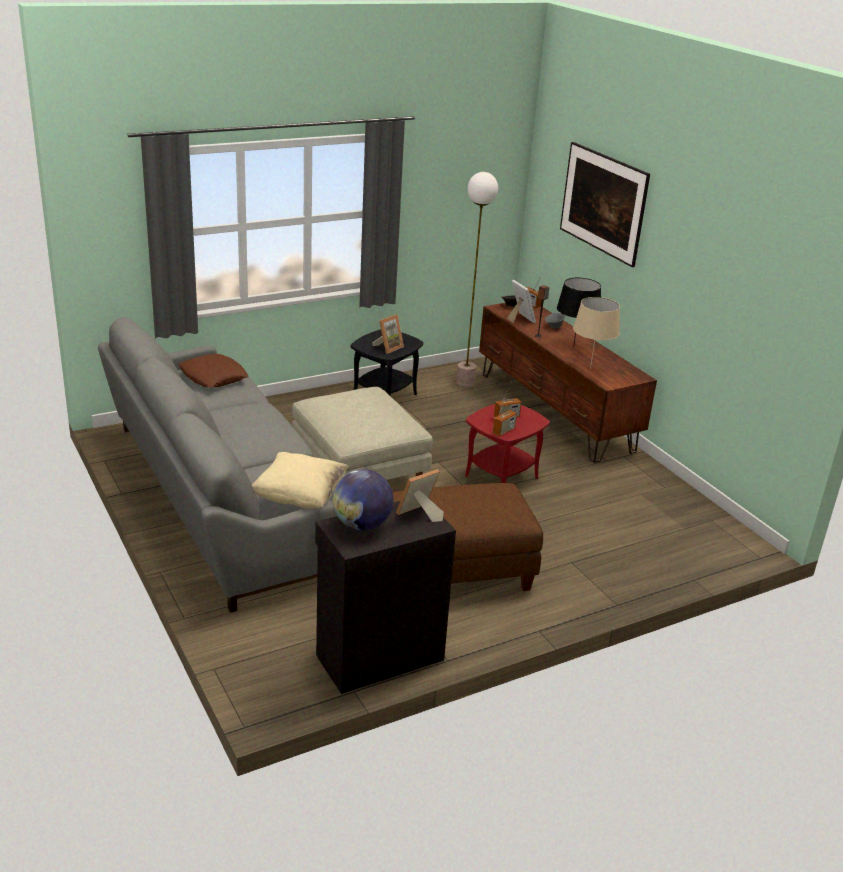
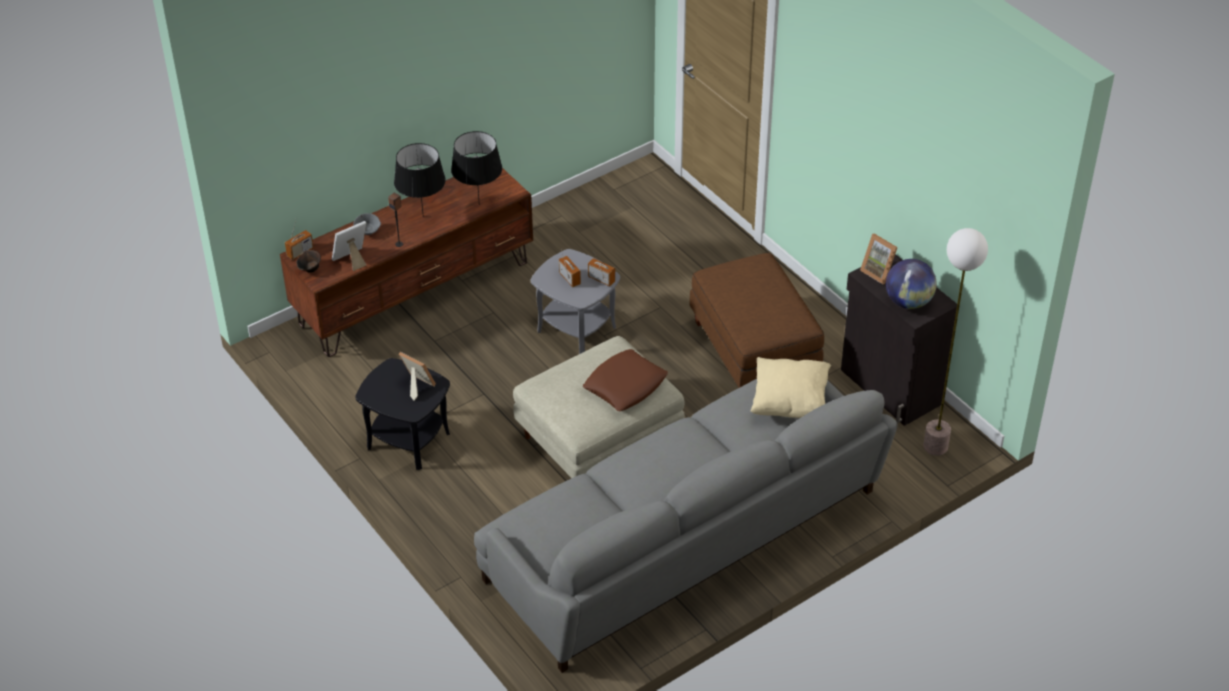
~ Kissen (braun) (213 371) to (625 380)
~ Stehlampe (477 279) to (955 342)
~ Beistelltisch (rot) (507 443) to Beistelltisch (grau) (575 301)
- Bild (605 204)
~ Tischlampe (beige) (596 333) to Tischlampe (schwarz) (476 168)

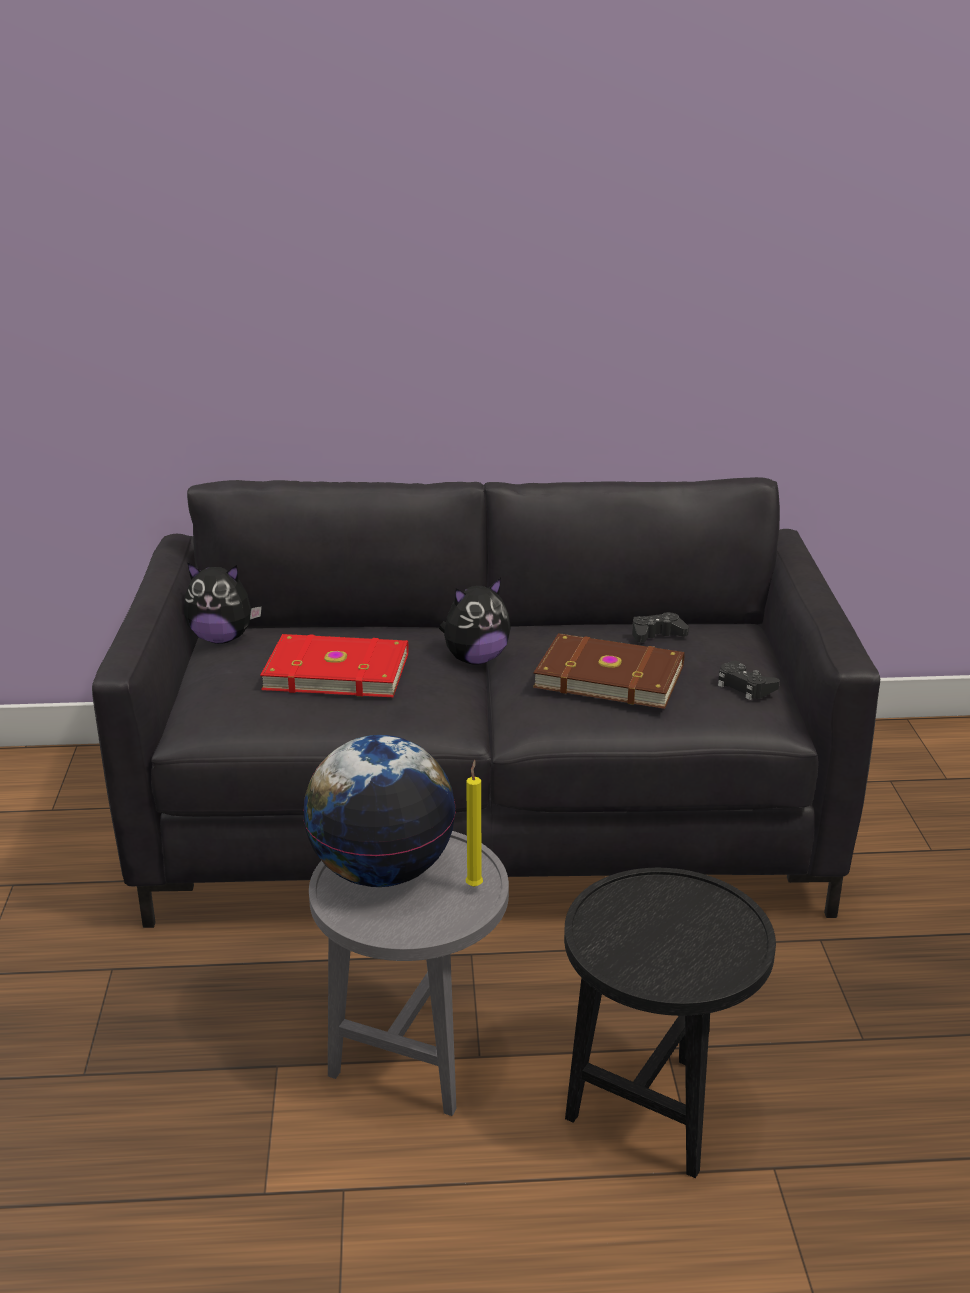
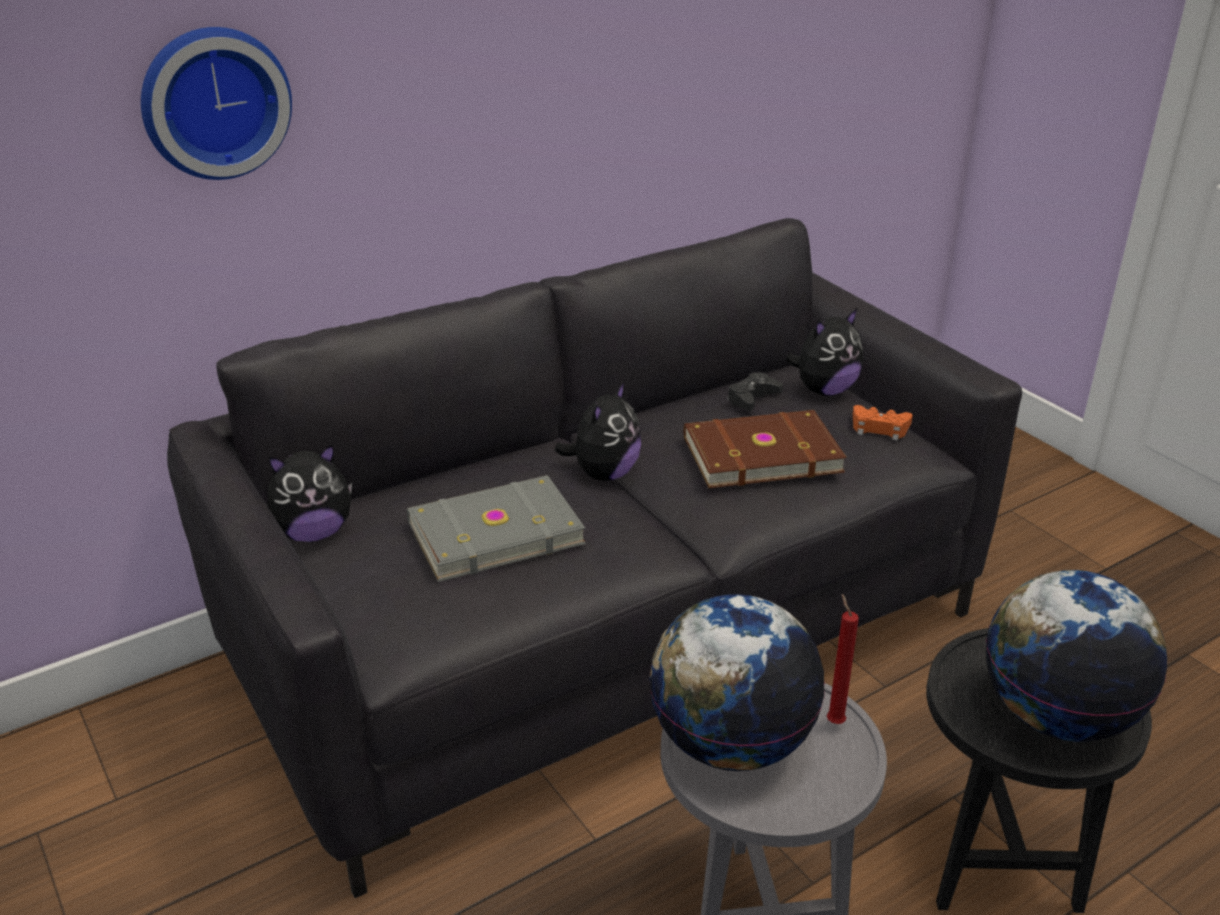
~ Buch (rot) (334 665) to Buch (grau) (496 528)
~ Kerze (gelb) (474 823) to Kerze (rot) (843 659)
~ Gamepad (schwarz) (749 680) to Gamepad (orange) (883 423)
+ Wanduhr (216 103)
+ Plüschtier (824 352)
+ Globus (1076 656)

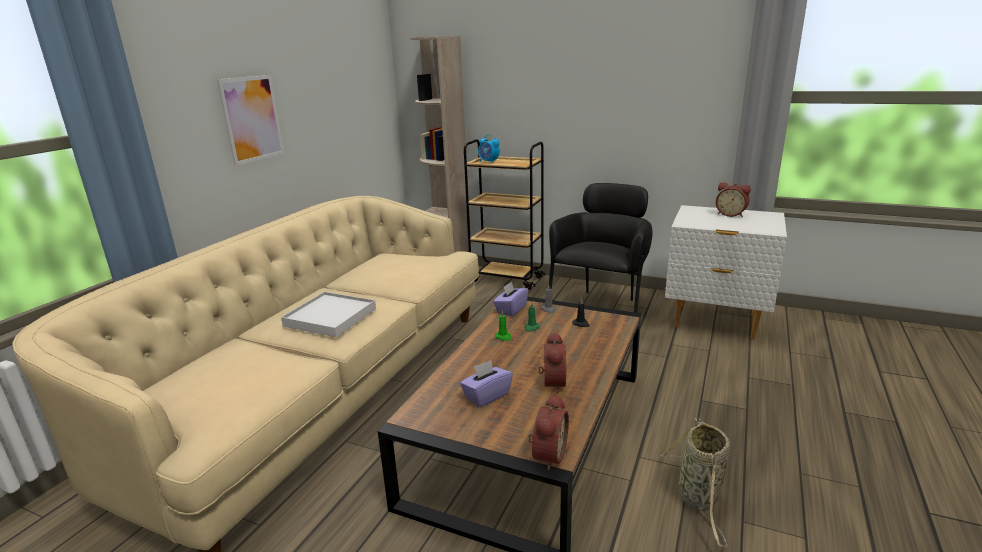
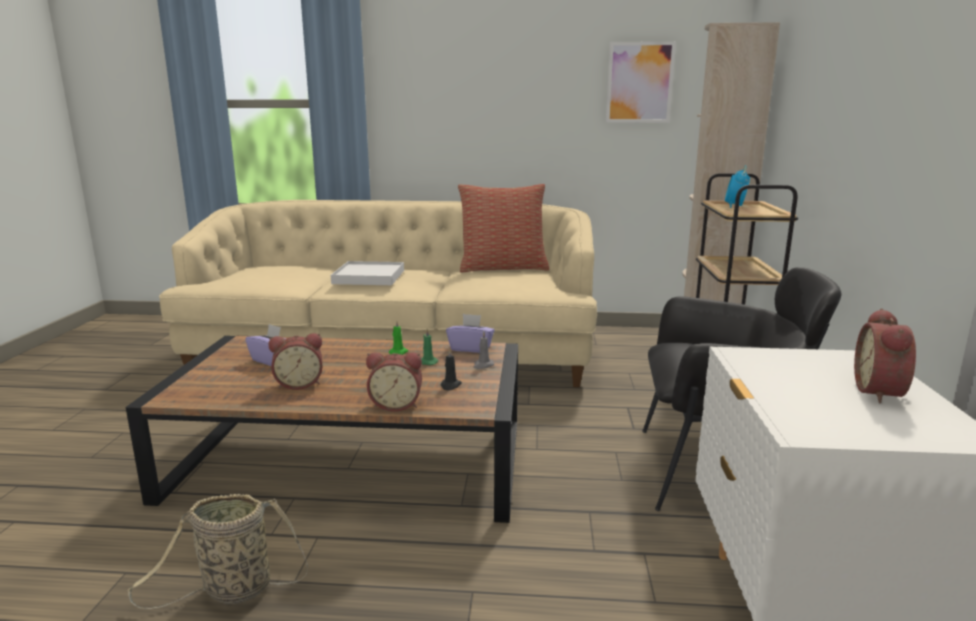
~ Bild (250 120) to (641 82)
~ Wecker (548 432) to (394 381)
+ Kissen (503 228)

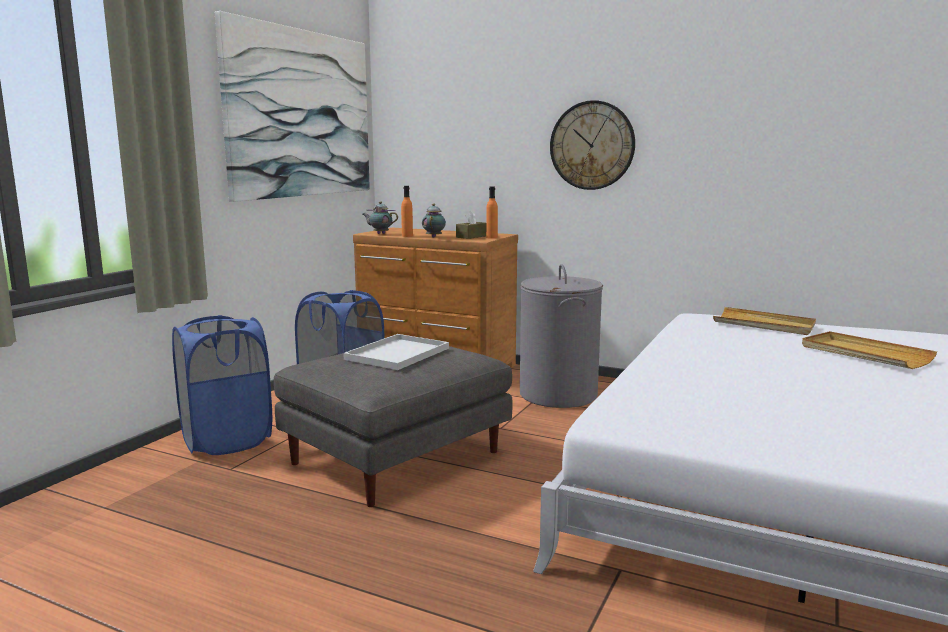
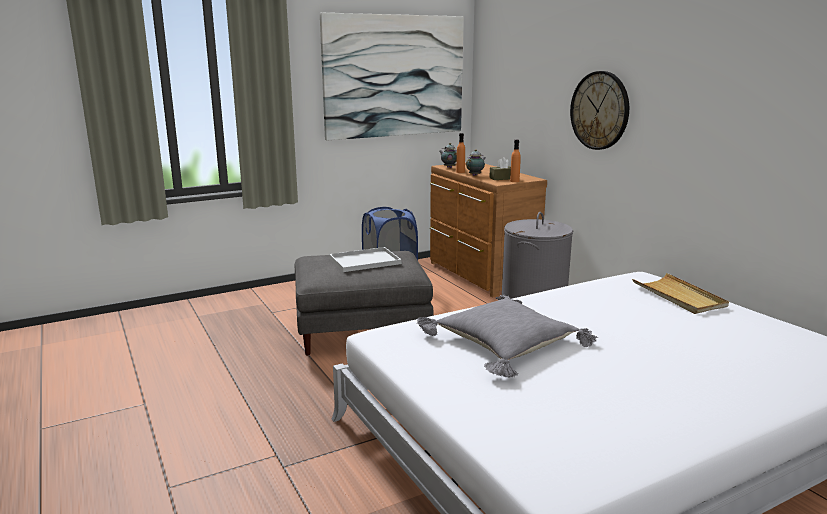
- Wäschekorb (blau) (222 385)
- Tablett (beige) (869 350)
+ Kissen (grau) (507 336)

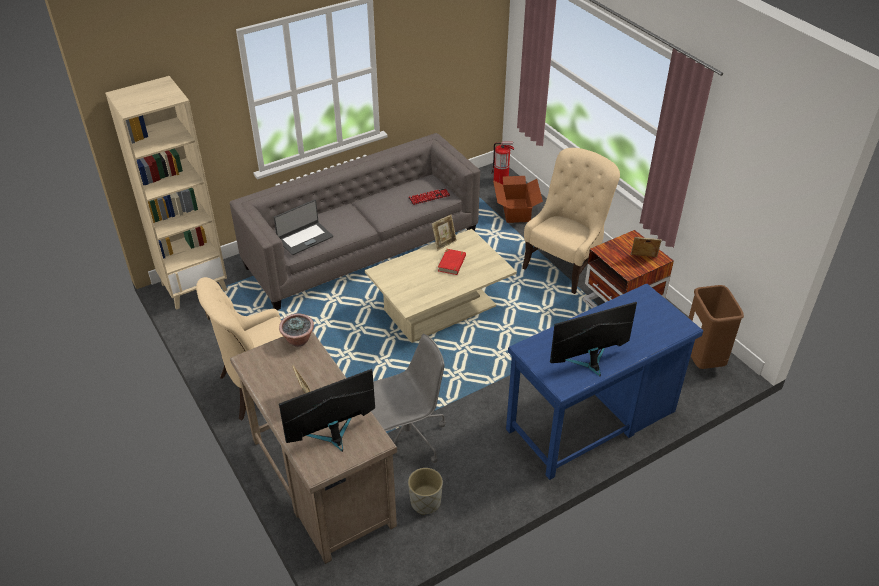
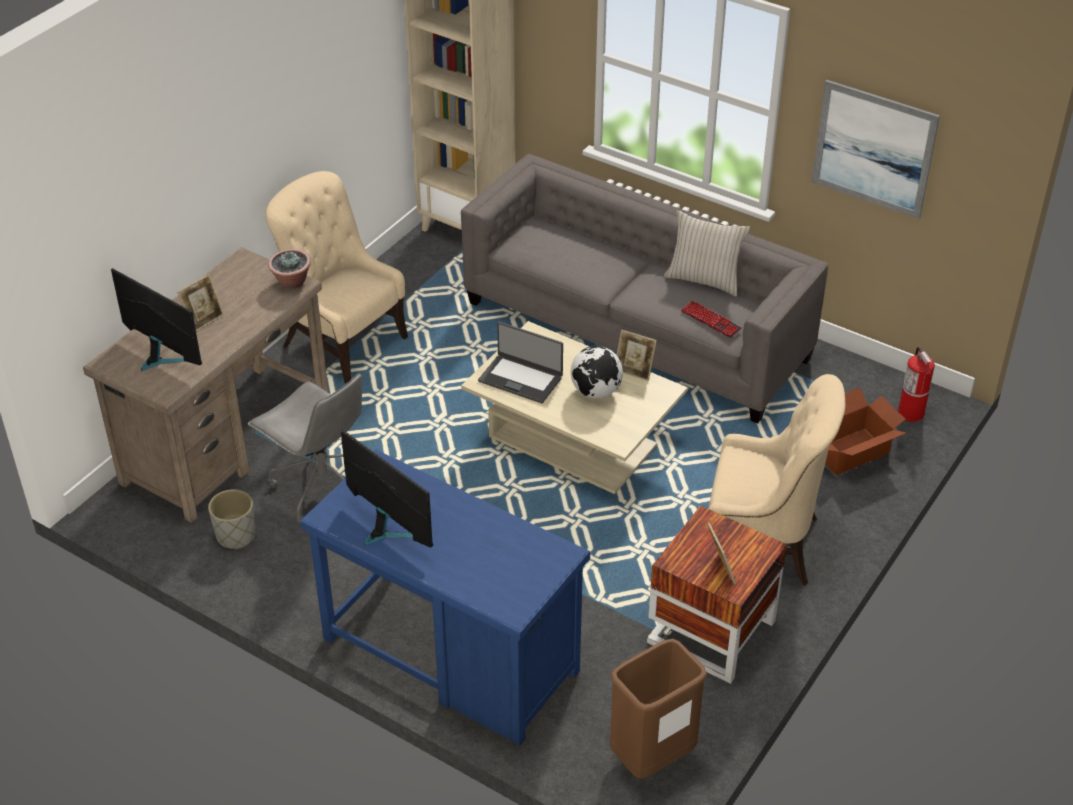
~ Laptop (303 227) to (520 362)
~ Buch (rot) (452 262) to Globus (596 372)
+ Kissen (beige) (707 253)
+ Bild (876 149)

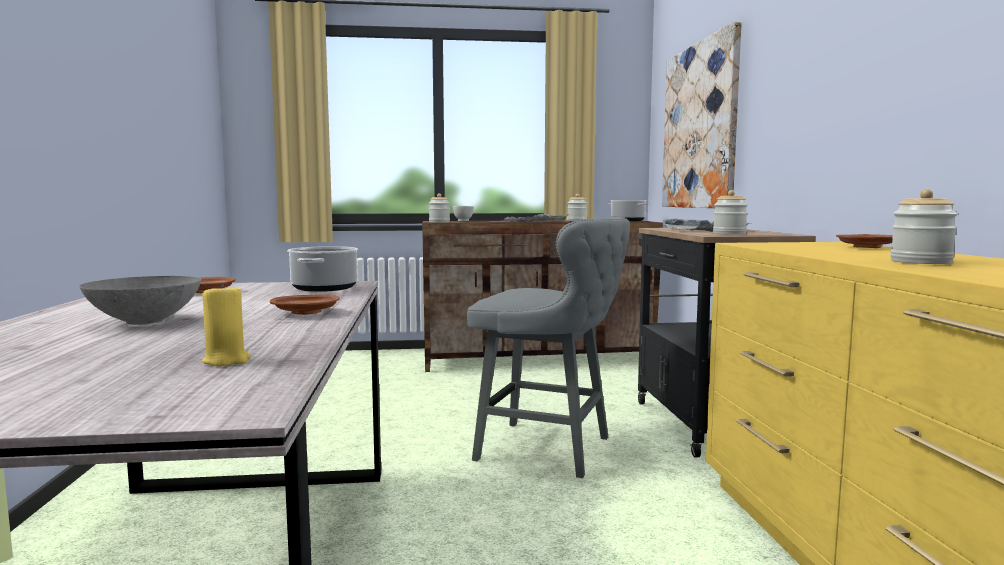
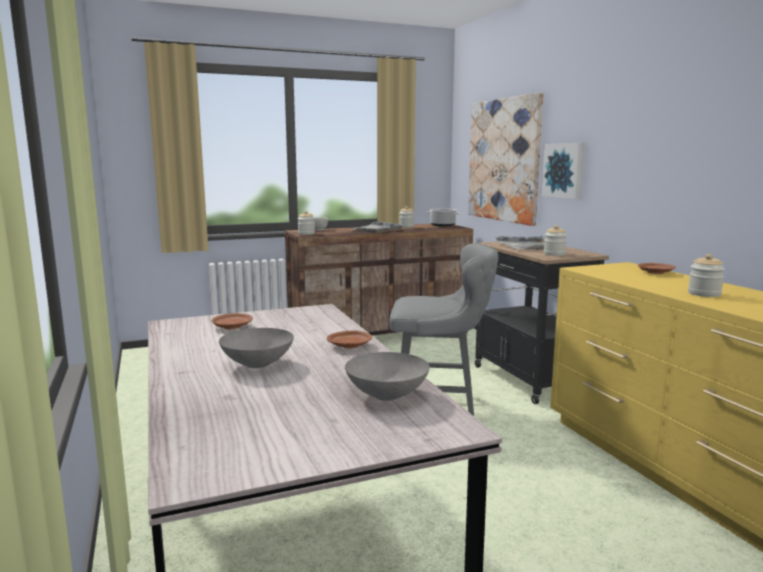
~ Kerze (gelb) (226 324) to Schüssel (grau) (387 376)
- Kochtopf (322 269)
+ Bild (563 171)

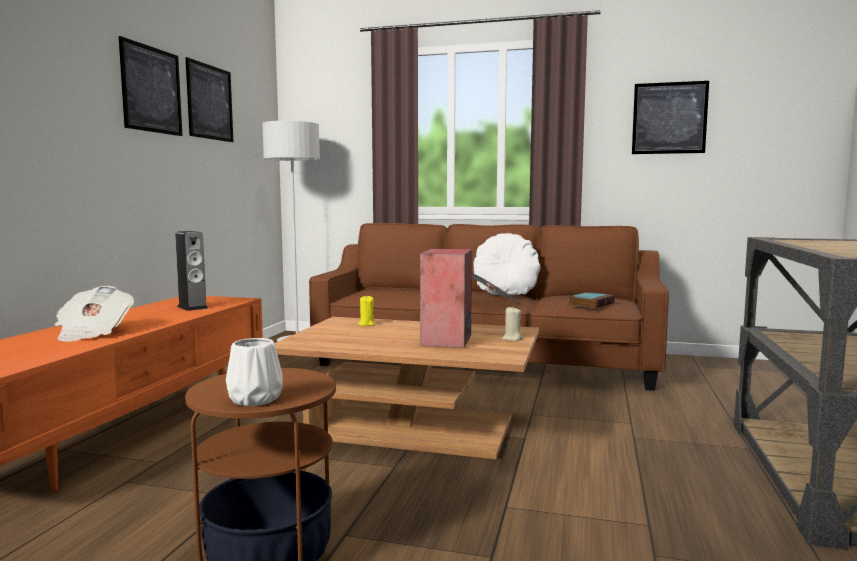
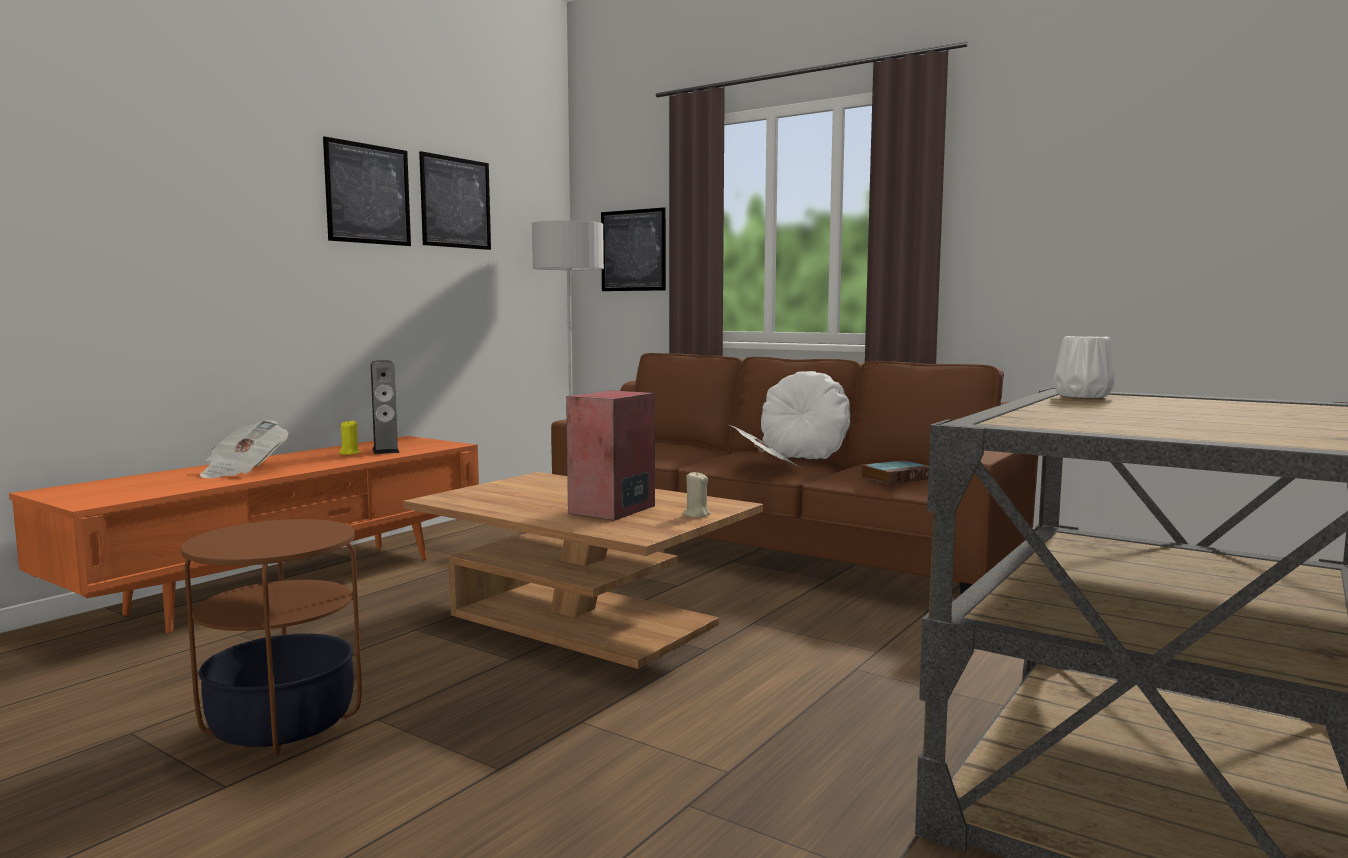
~ Vase (weiß) (254 372) to (1083 367)
~ Kerze (gelb) (366 310) to (349 437)
~ Bild (670 117) to (633 249)

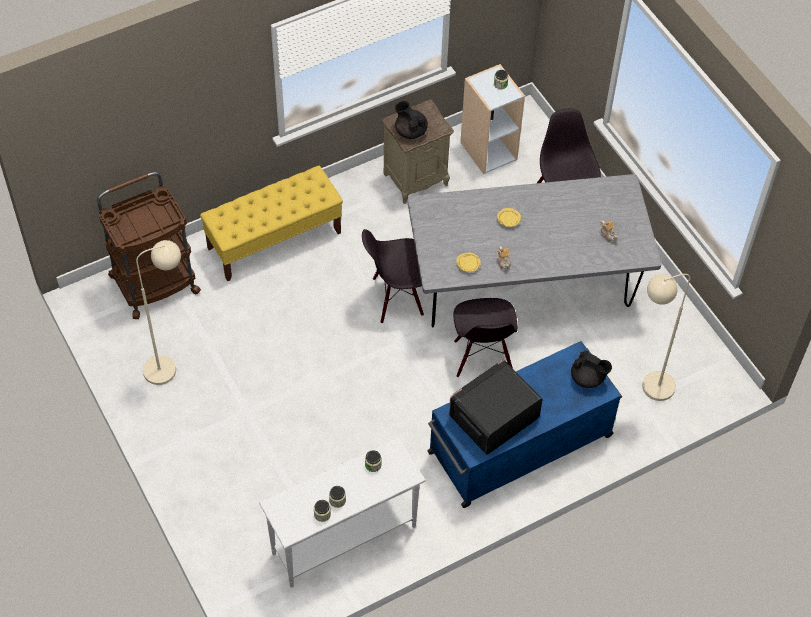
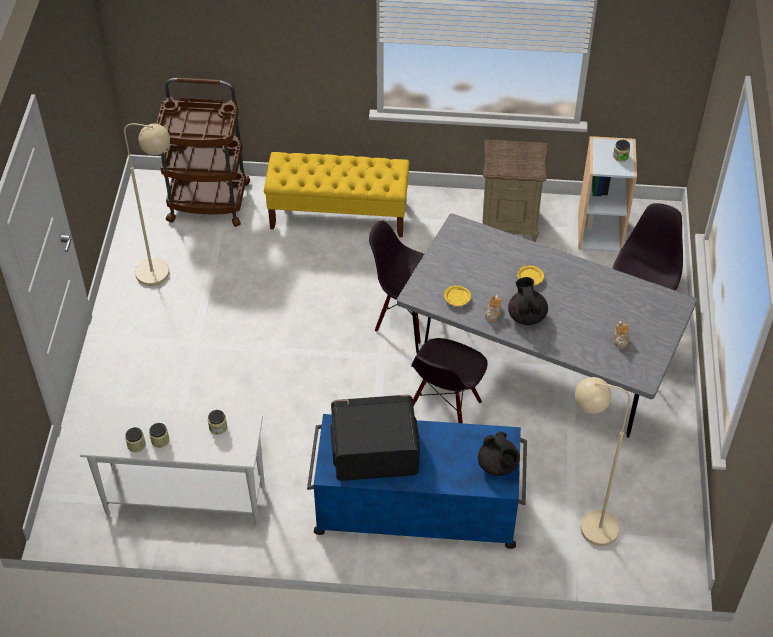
~ Teekanne (schwarz) (411 120) to (528 301)

